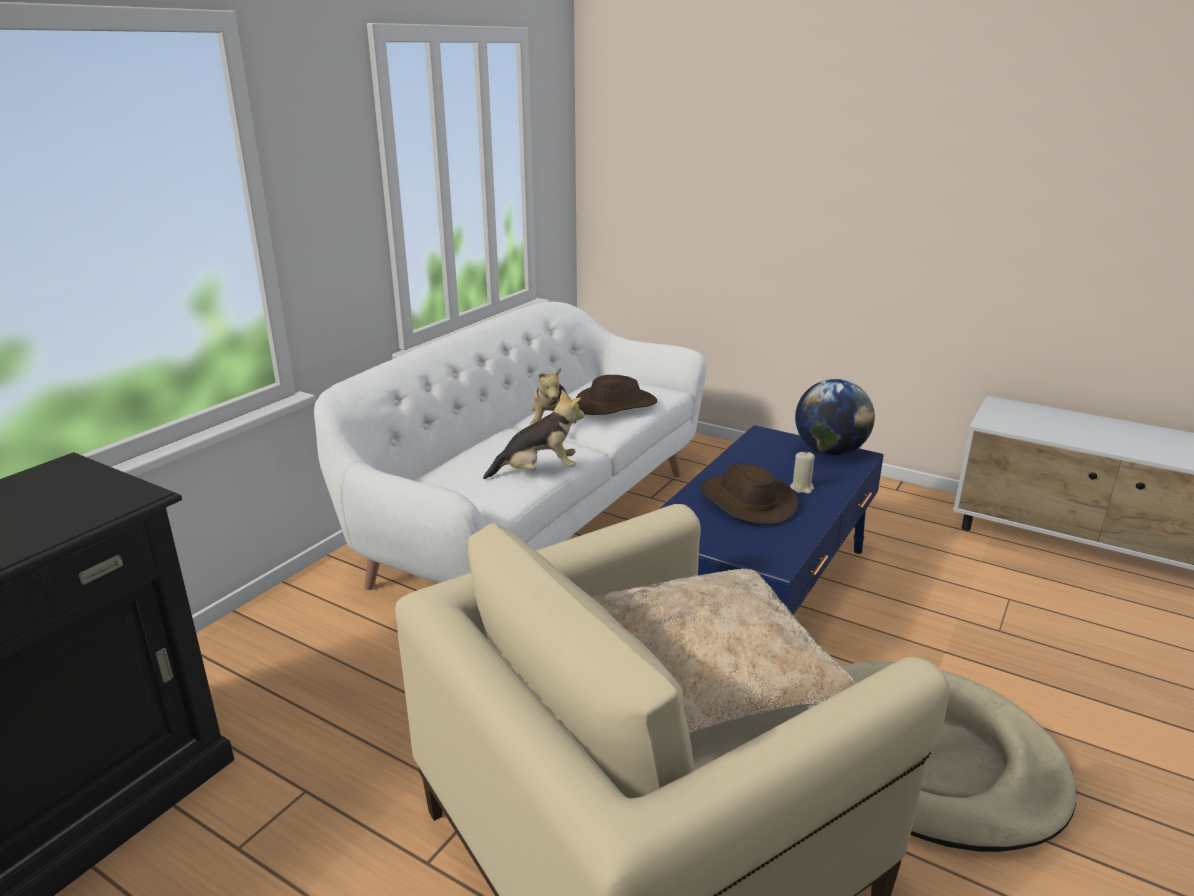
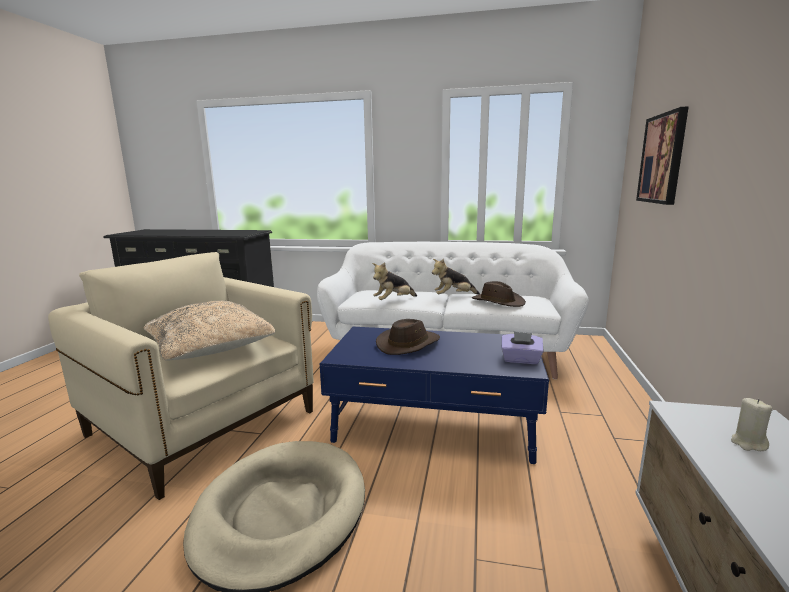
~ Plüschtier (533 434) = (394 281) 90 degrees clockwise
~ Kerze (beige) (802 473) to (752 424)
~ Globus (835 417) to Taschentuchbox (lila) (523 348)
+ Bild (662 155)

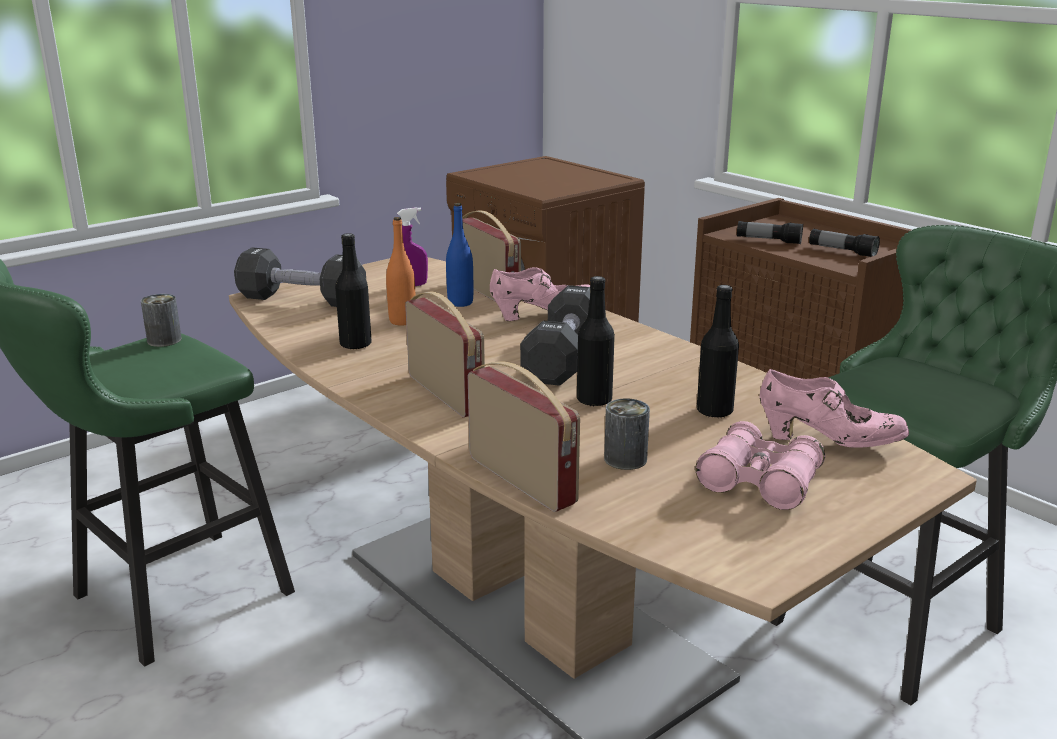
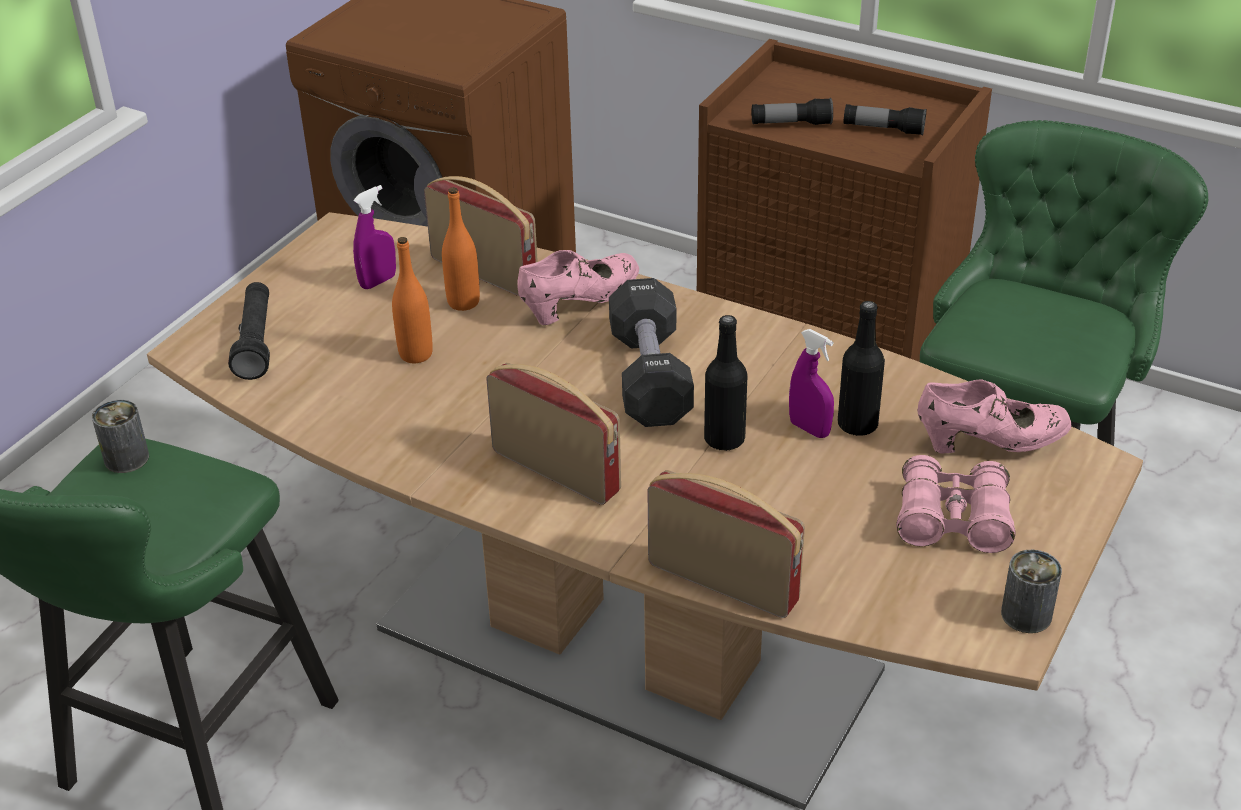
~ Hantel (schwarz) (300 277) to Taschenlampe (schwarz) (249 331)
- Flasche (schwarz) (353 291)
~ Flasche (blau) (459 255) to Flasche (orange) (461 249)
~ Dose (627 434) to (1031 591)
+ Sprühflasche (lila) (811 383)

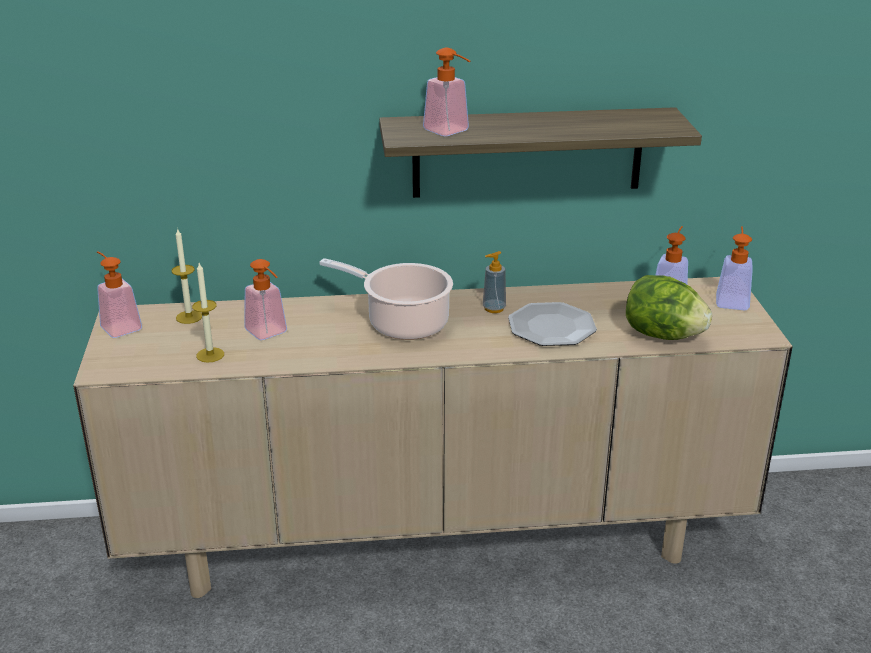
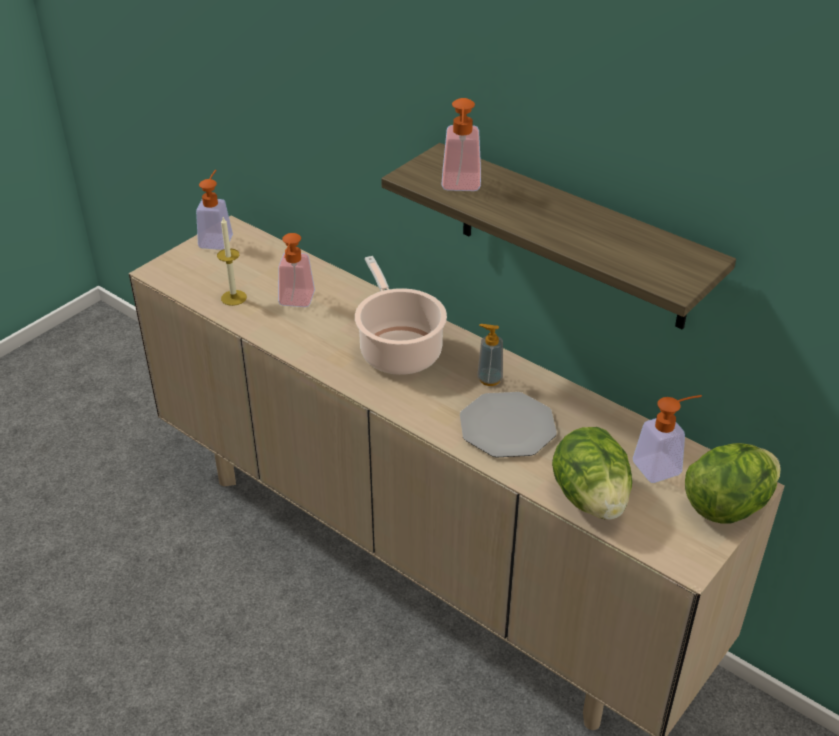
- Kerze (187 276)
~ Seifenspender (734 268) to Salatkopf (733 483)

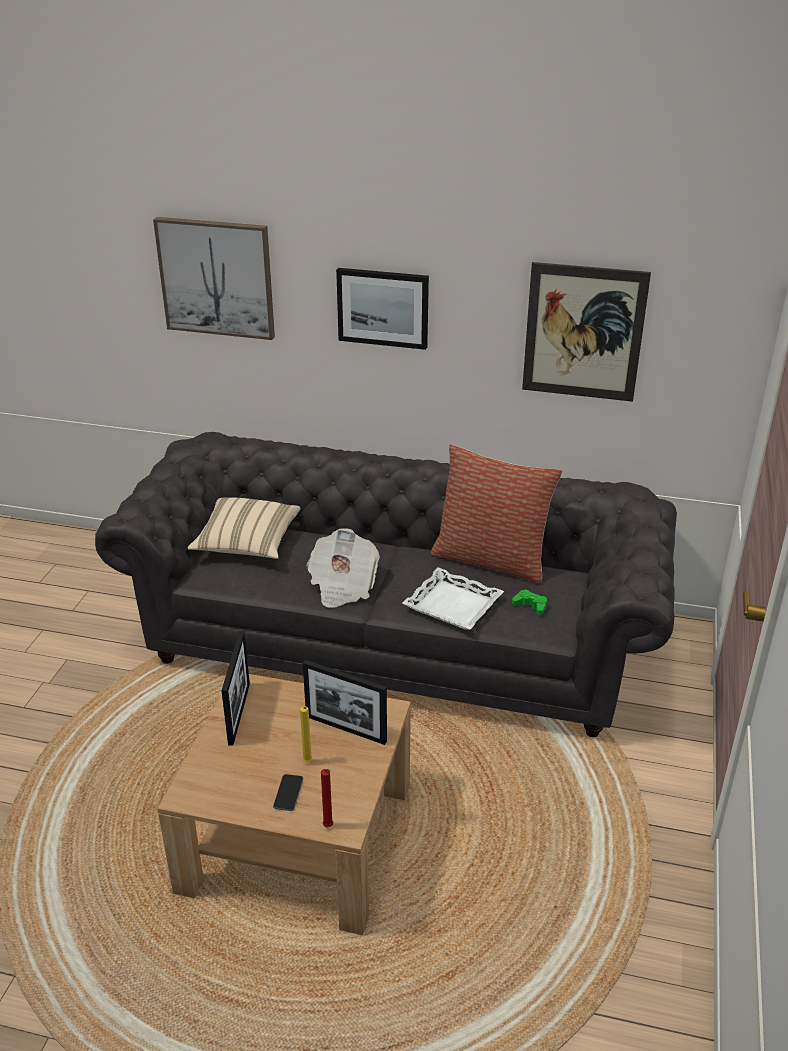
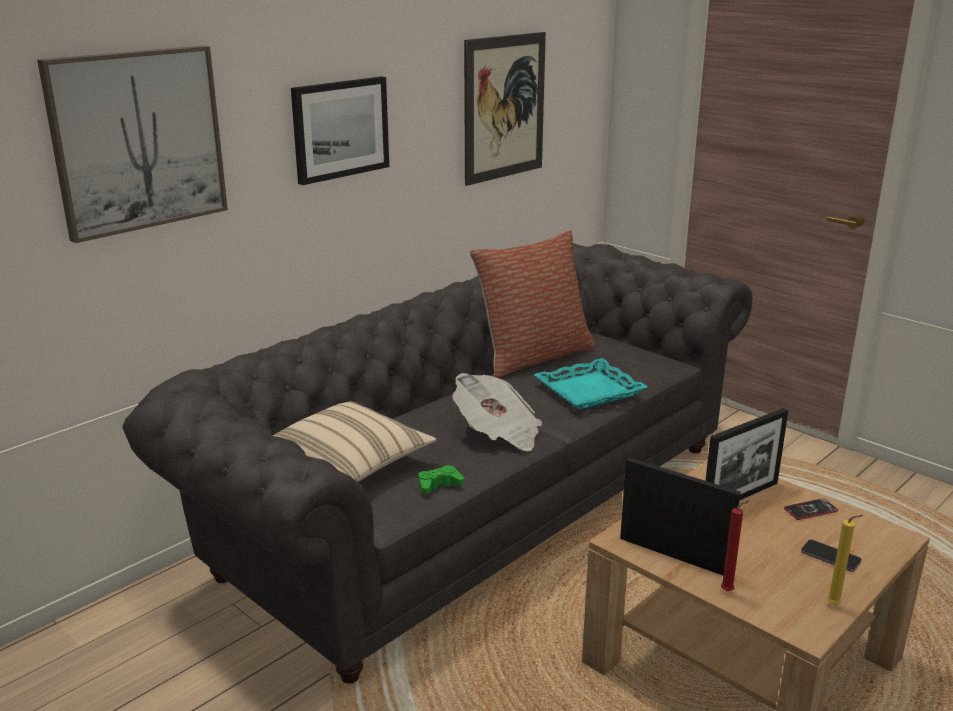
~ Kerze (gelb) (306 734) to (845 560)
~ Kerze (rot) (327 798) to (735 545)
~ Tablett (weiß) (453 598) to Tablett (türkis) (591 384)
~ Gamepad (grün) (529 602) to (441 479)
+ Handy (811 509)

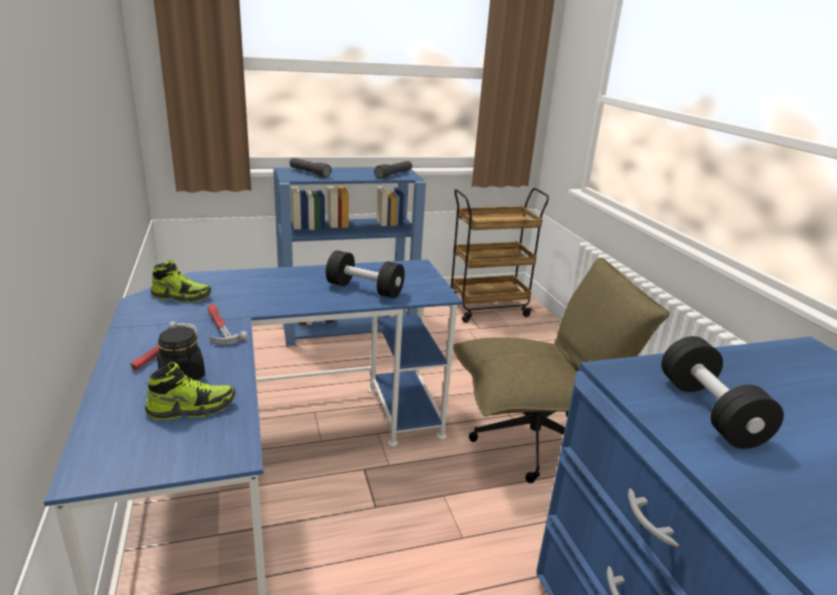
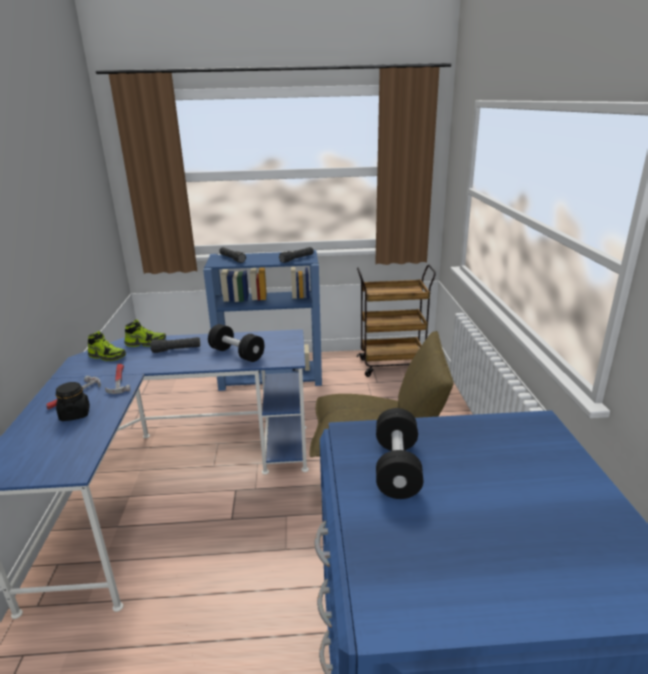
~ Schuh (190 391) to (145 333)
+ Taschenlampe (schwarz) (175 345)

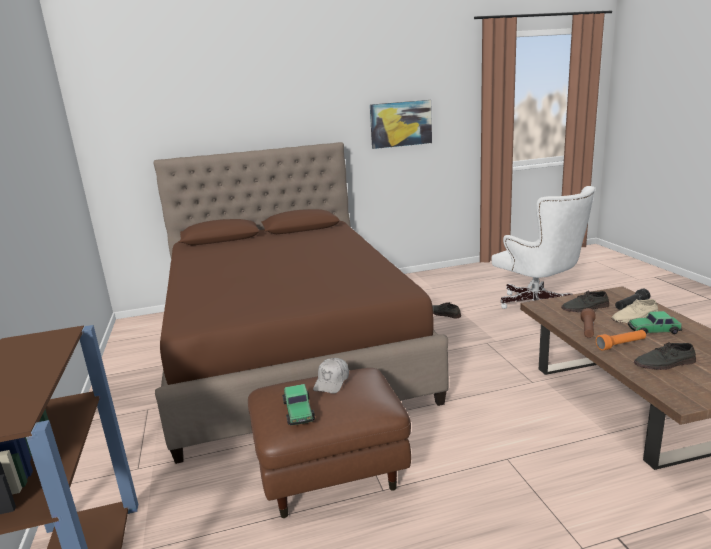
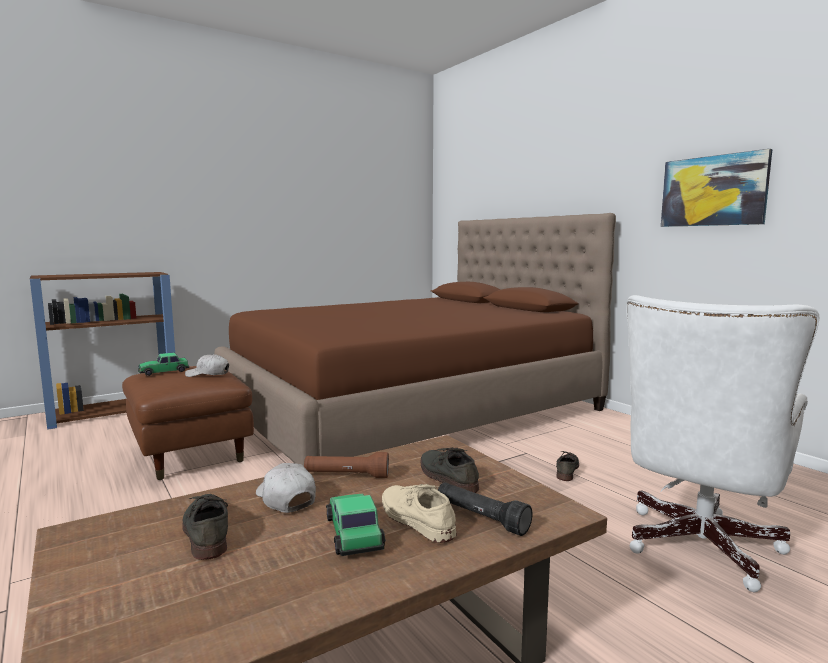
~ Taschenlampe (orange) (621 340) to Kappe (weiß) (286 488)

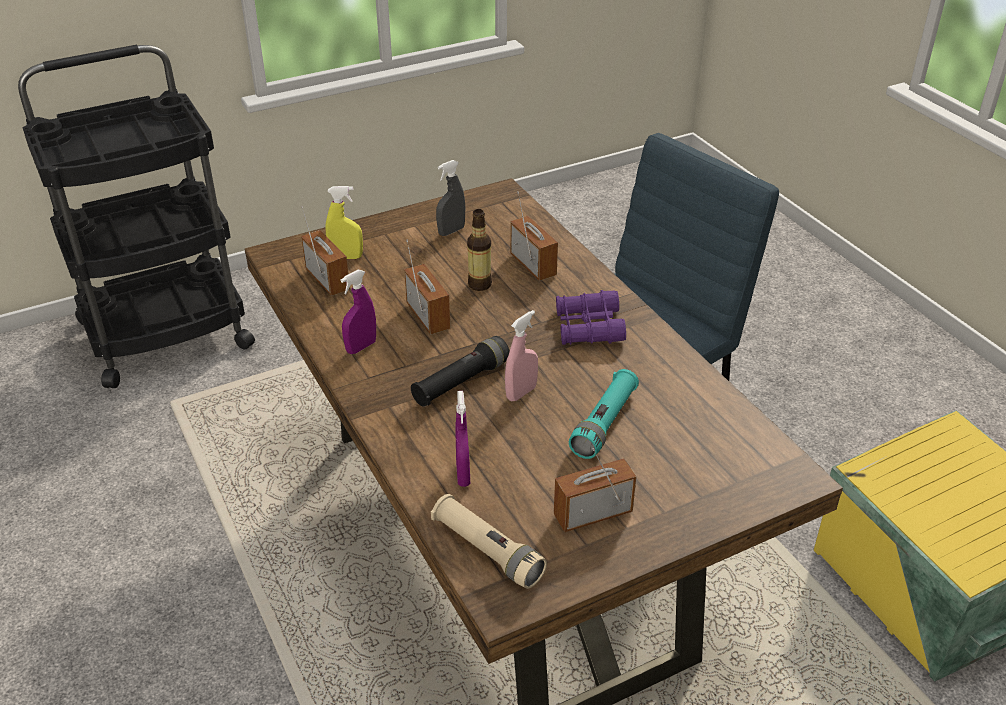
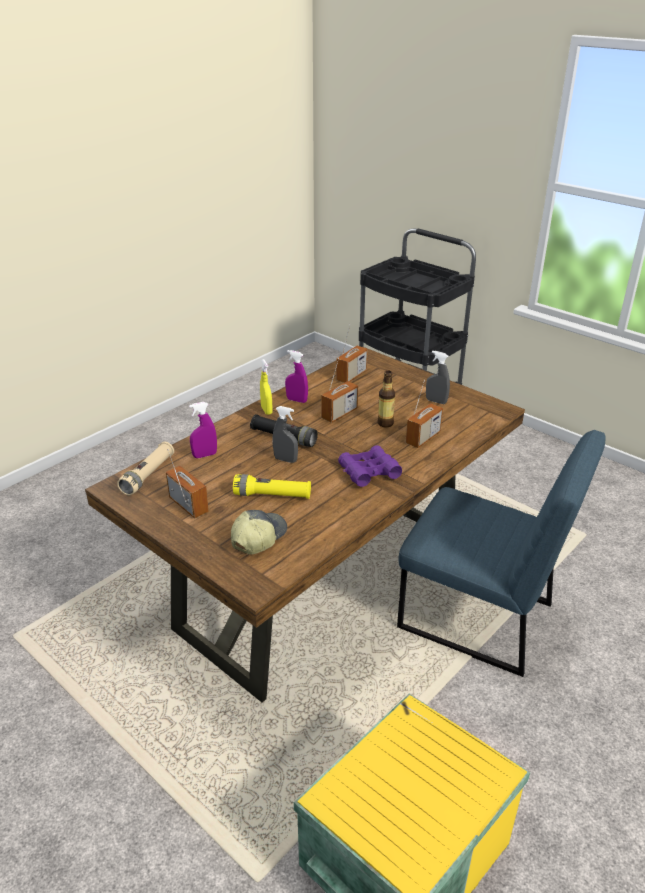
~ Sprühflasche (gelb) (344 222) to (266 387)
~ Sprühflasche (rosa) (521 355) to Sprühflasche (grau) (285 434)
~ Taschenlampe (türkis) (604 414) to Taschenlampe (gelb) (272 486)
+ Kappe (259 532)

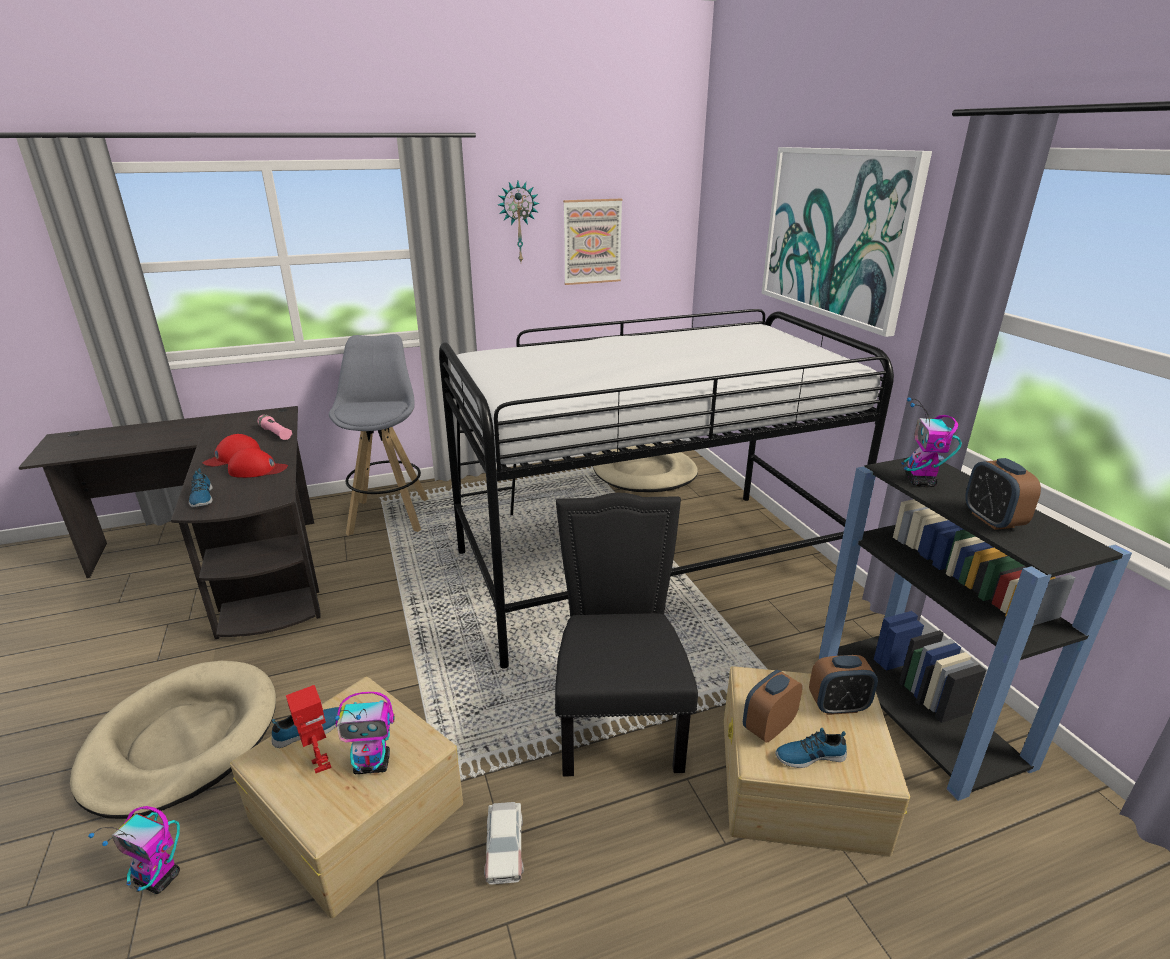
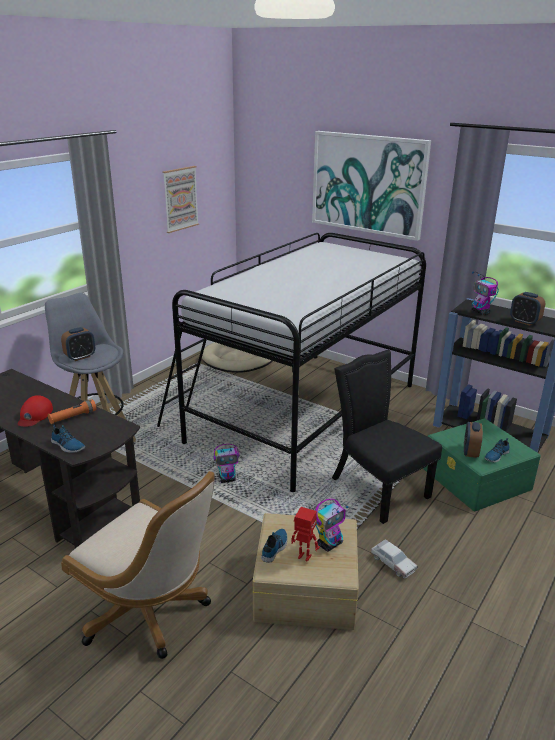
~ Hundebett (beige) (173 740) to Bürostuhl (137 565)
~ Spielzeugroboter (134 850) to (227 463)
~ Kappe (rot) (258 463) to Taschenlampe (orange) (72 411)
- Taschenlampe (rosa) (275 427)
- Wanduhr (519 221)
~ Aufbewahrungsbox (beige) (817 761) to Aufbewahrungsbox (grün) (482 464)
~ Wecker (843 685) to (78 344)

